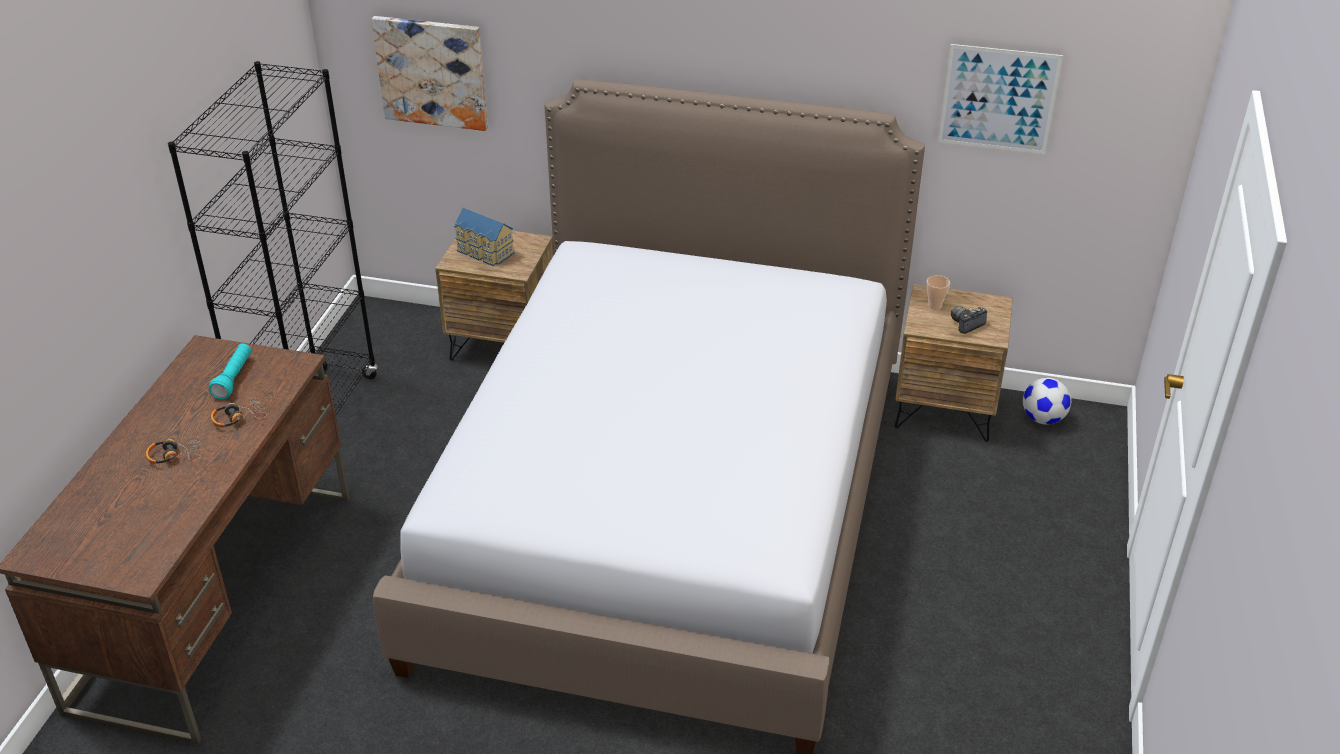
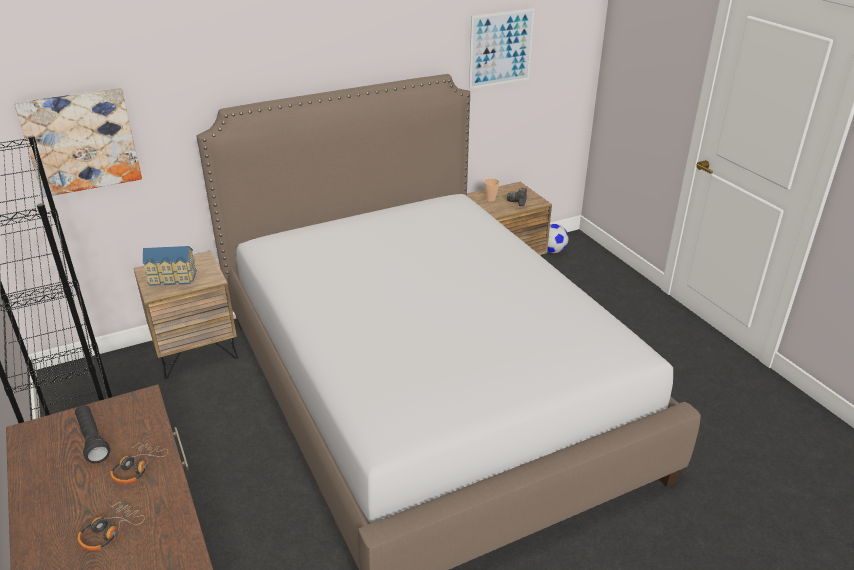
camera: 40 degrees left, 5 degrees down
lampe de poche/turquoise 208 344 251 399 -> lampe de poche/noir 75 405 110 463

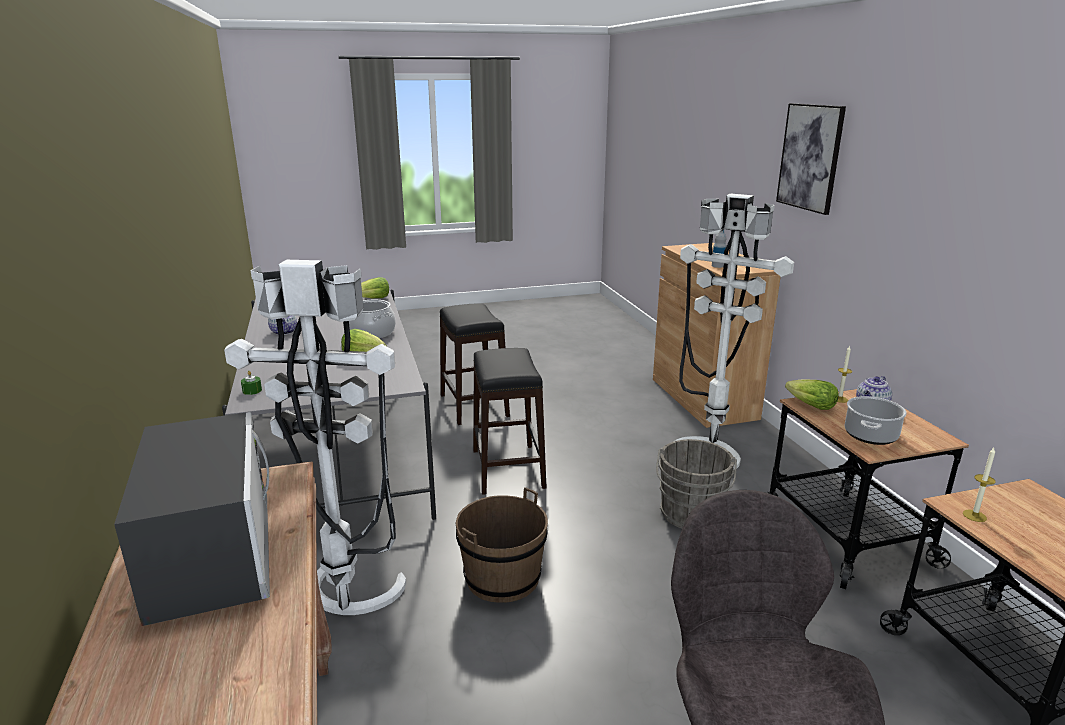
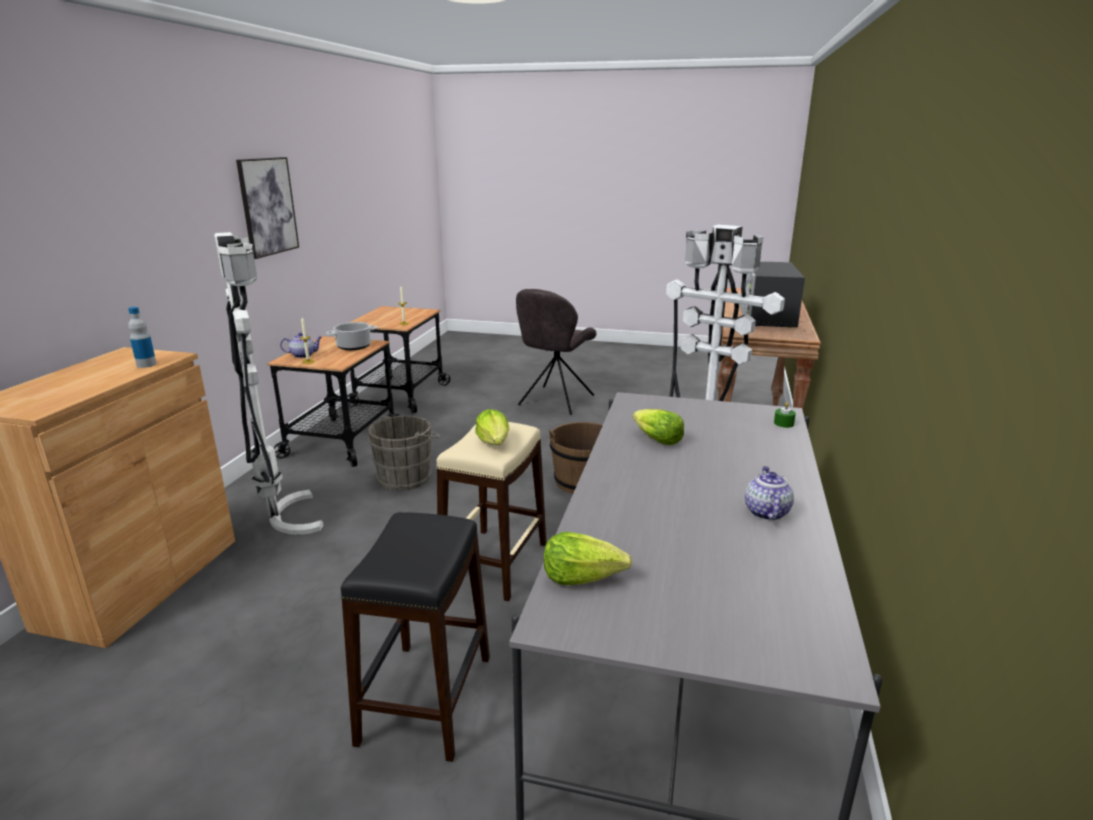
camera: 150 degrees left, 0 degrees up
tableau 776 103 846 215 -> tableau 236 157 299 259, relocated
marmite 349 300 396 338 -> none
tabouret/noir 473 348 547 495 -> tabouret/beige 437 422 546 601
laitue 785 380 838 410 -> laitue 475 409 509 445, relocated

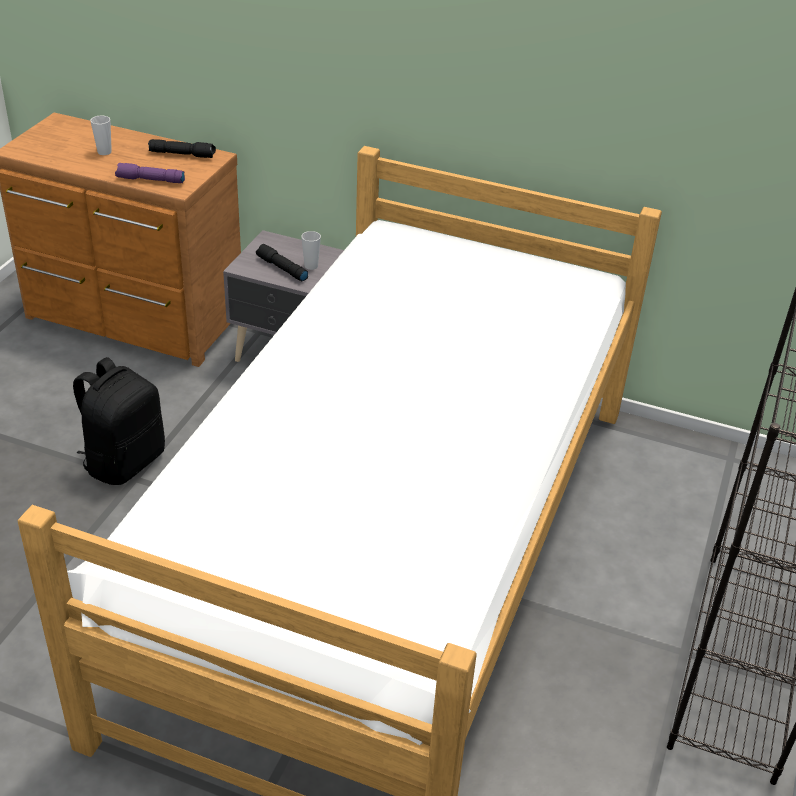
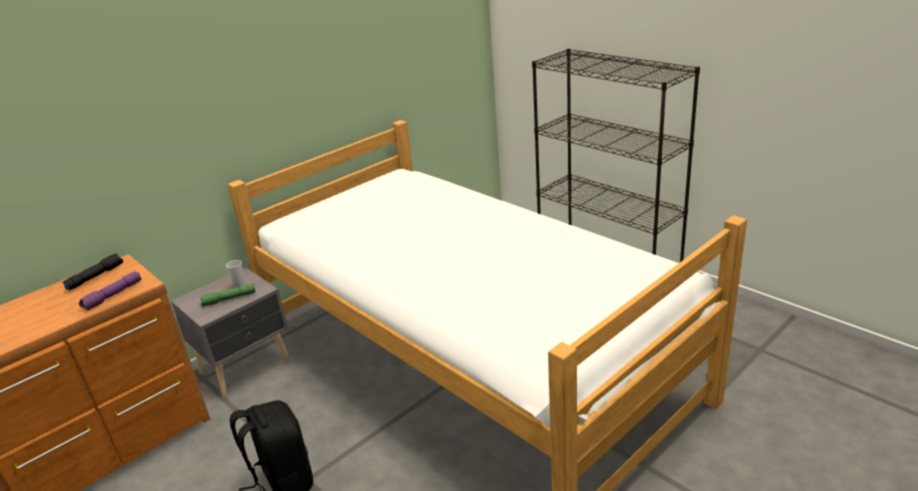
camera: 60 degrees left, 10 degrees down
tasse 90 116 112 155 -> none
lampe de poche/noir 256 244 308 281 -> lampe de poche/vert 201 284 255 306

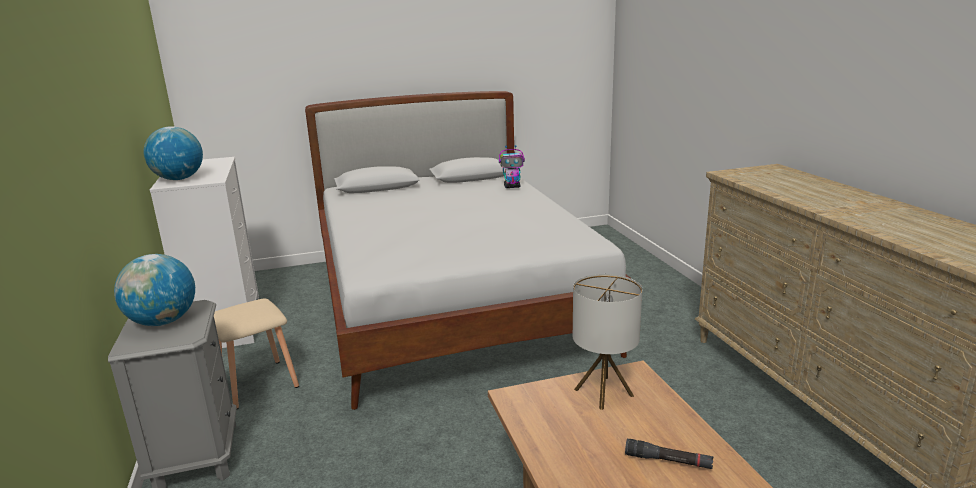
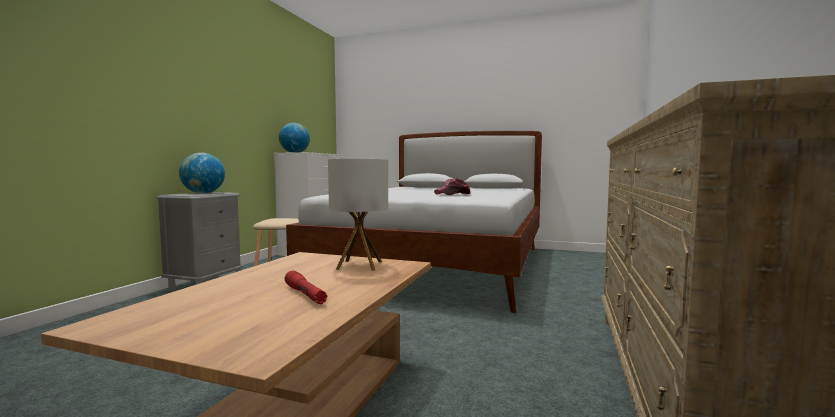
camera: 35 degrees right, 15 degrees down
robot jouet 499 145 525 188 -> none
lampe de poche/noir 625 439 713 469 -> lampe de poche/rouge 285 270 327 304
none -> casquette 434 178 471 195

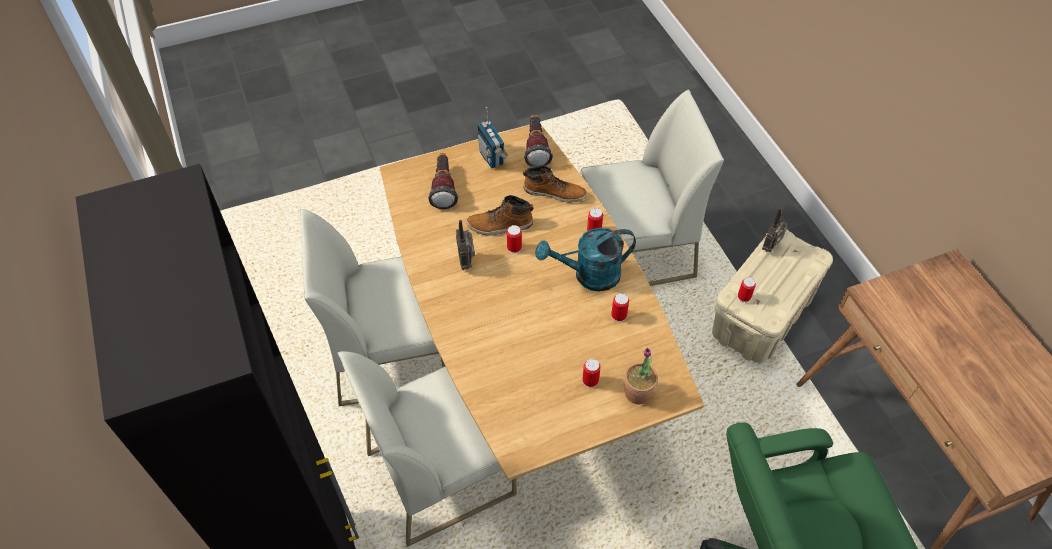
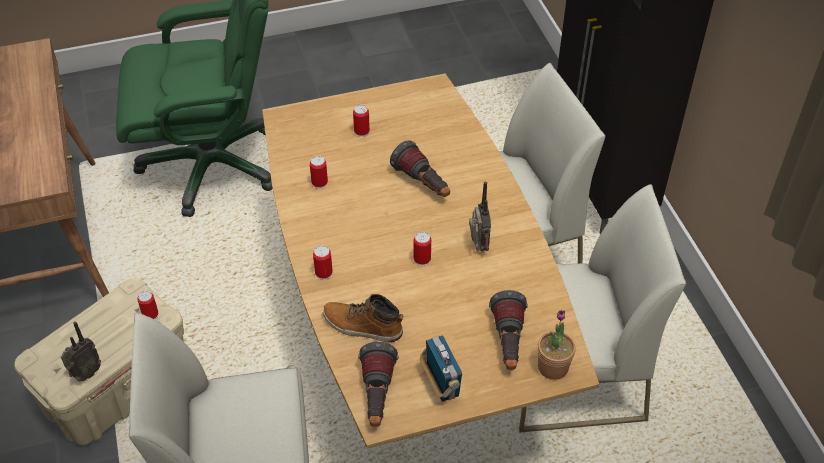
camera: 175 degrees left, 5 degrees down
botte 466 195 533 236 -> none
arrosoir/turquoise 536 228 636 292 -> none
plante en pot 625 348 658 404 -> plante en pot 538 310 576 380, relocated
none -> lampe de poche 390 140 450 197

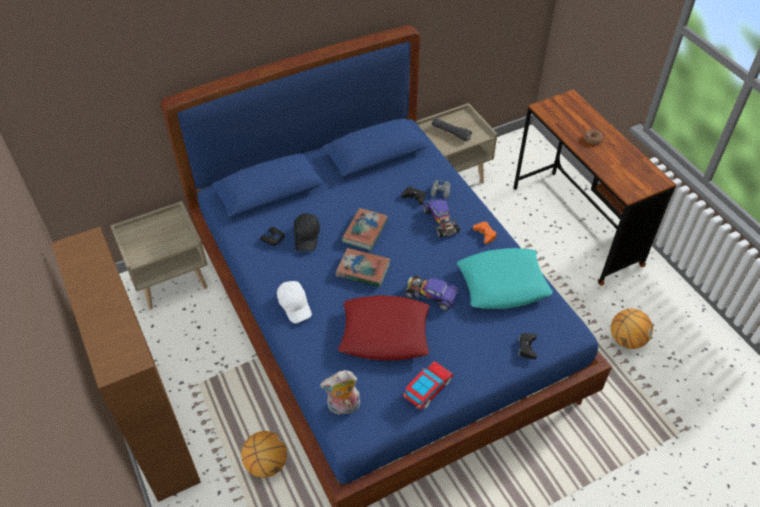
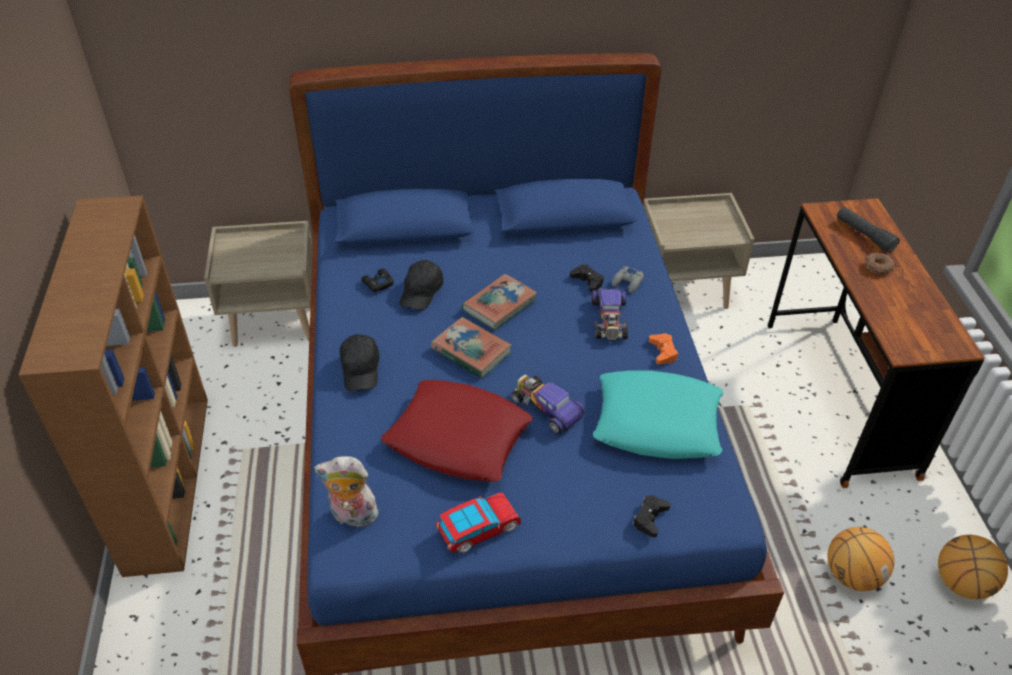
camera: 20 degrees right, 5 degrees down
lampe de poche/noir 432 118 472 141 -> lampe de poche/noir 837 207 900 252, relocated
casquette/blanc 277 281 312 323 -> casquette/noir 340 334 380 391
ballon de basket 241 431 287 478 -> ballon de basket 938 535 1008 599, relocated

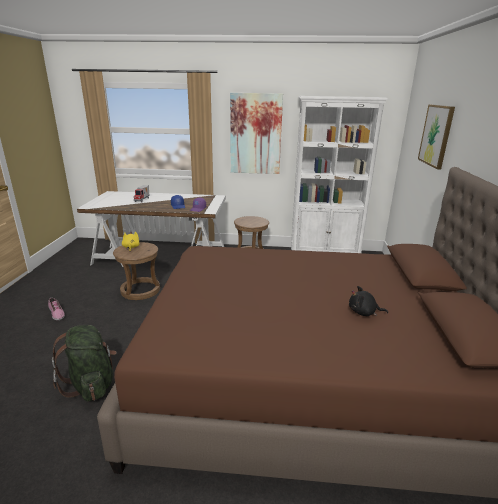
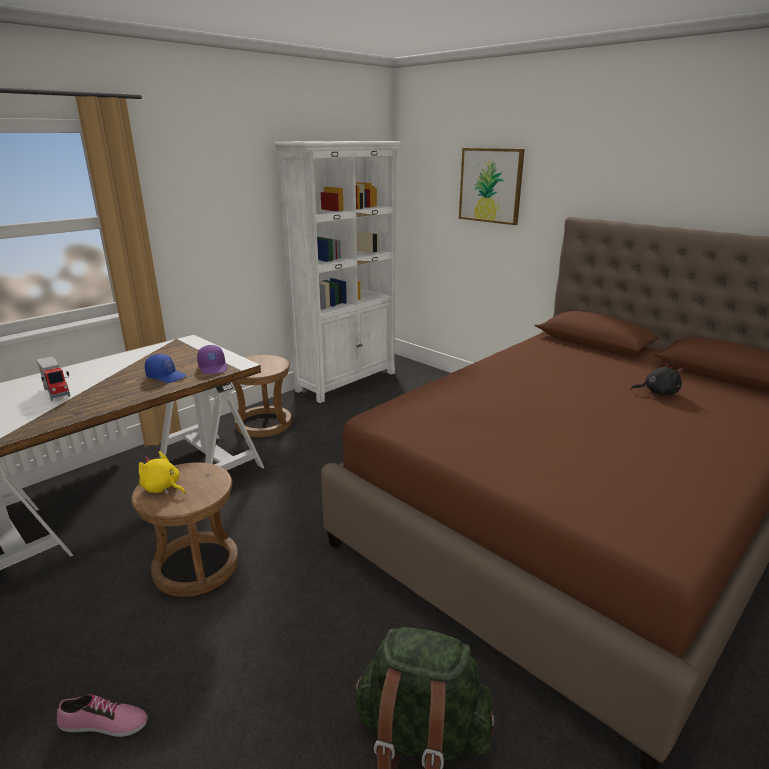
camera: 50 degrees left, 0 degrees up
tableau 230 93 283 174 -> none
peluche/noir 349 286 388 316 -> peluche/noir 631 363 682 395, 135 degrees counterclockwise

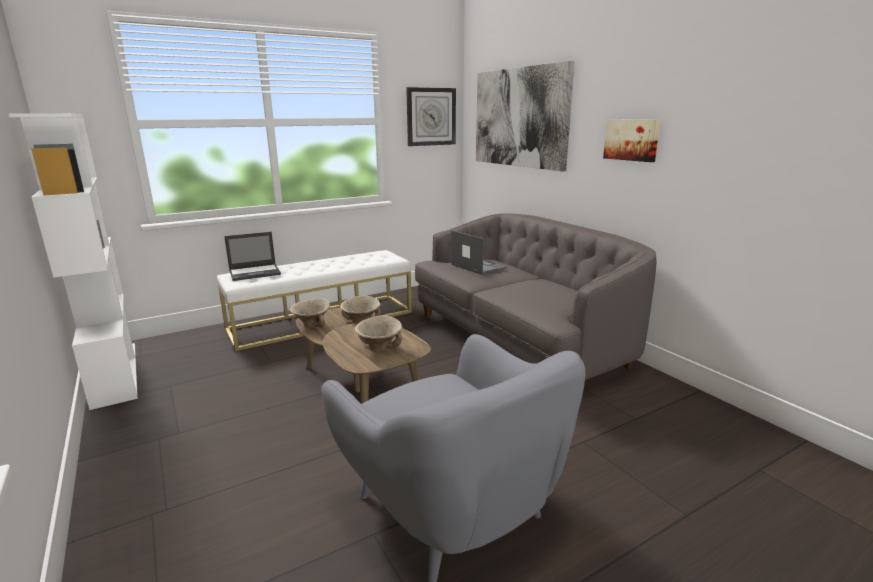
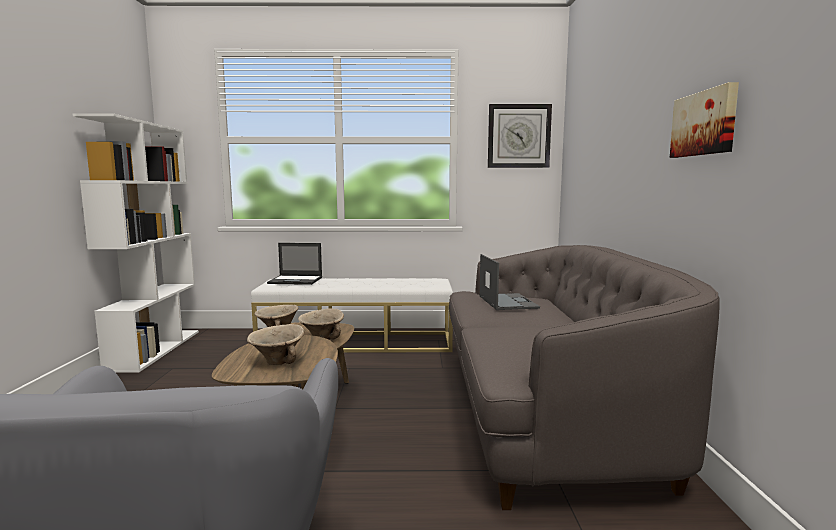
camera: 30 degrees right, 10 degrees down
tableau 476 61 575 171 -> none

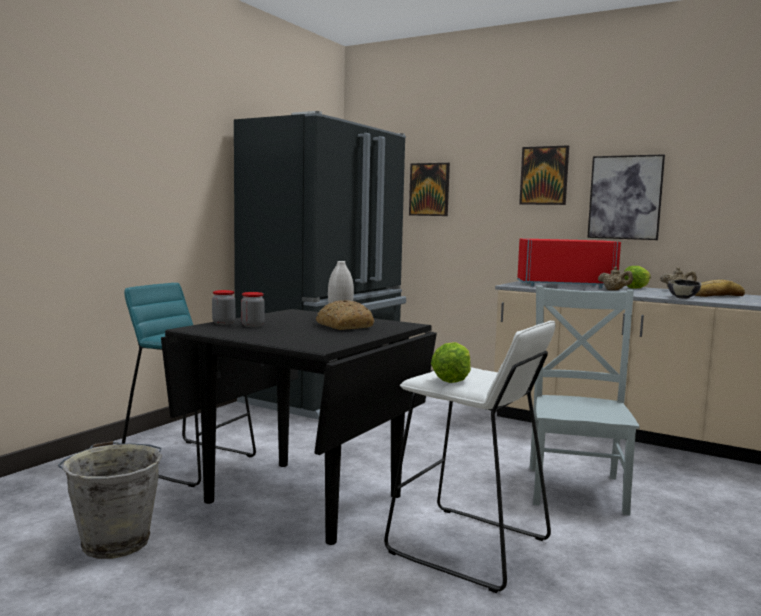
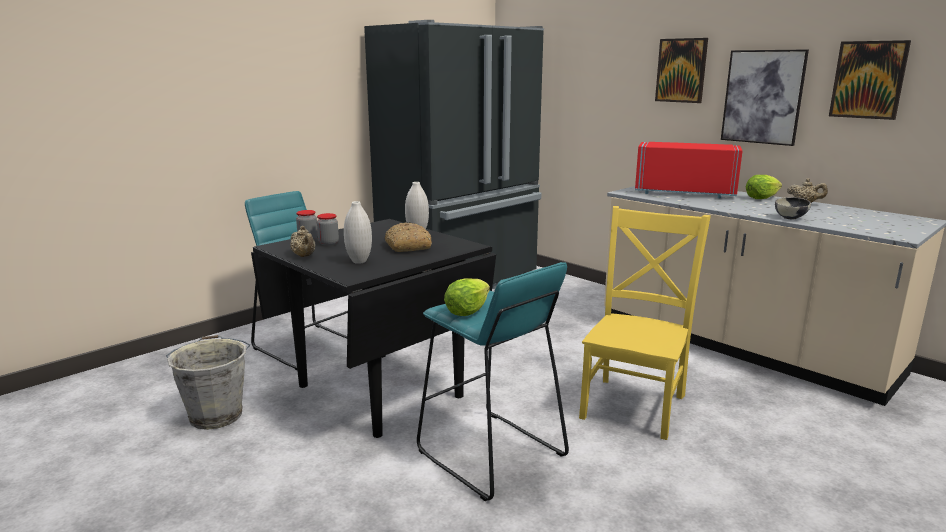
camera: 15 degrees right, 10 degrees up
tableau 409 163 450 216 -> tableau 829 40 911 120, relocated
théière/beige 598 267 633 290 -> théière/beige 290 226 316 257, relocated
pain 695 280 745 297 -> none
chaise/gris 530 286 640 515 -> chaise/jaune 579 206 711 440
tabouret/blanc 384 321 556 593 -> tabouret/turquoise 417 262 569 501
none -> vase/blanc 344 201 372 264

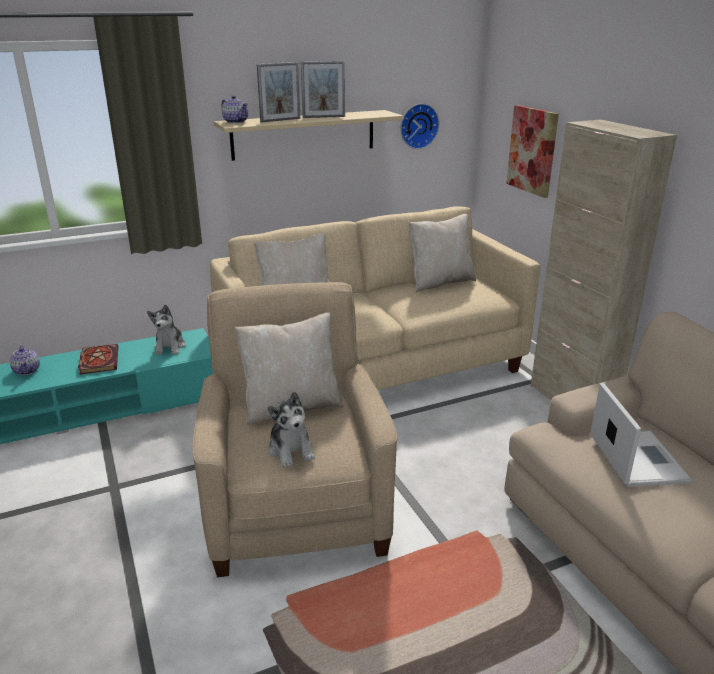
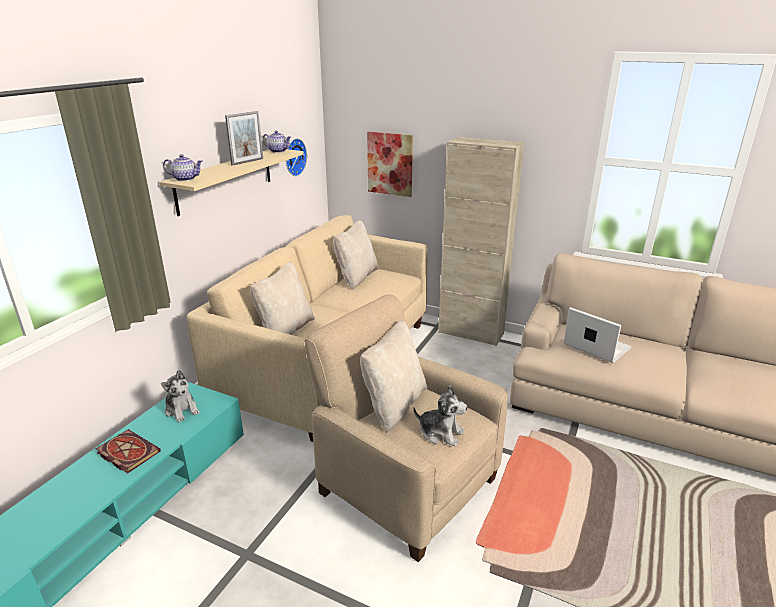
camera: 40 degrees left, 0 degrees up
cadre photo 257 62 300 123 -> none
théière 9 345 40 375 -> théière 263 131 291 153, relocated

